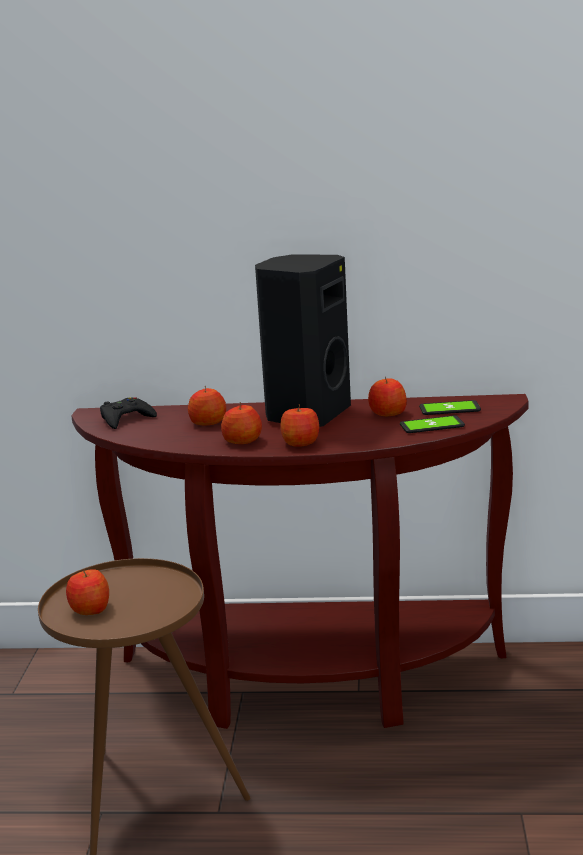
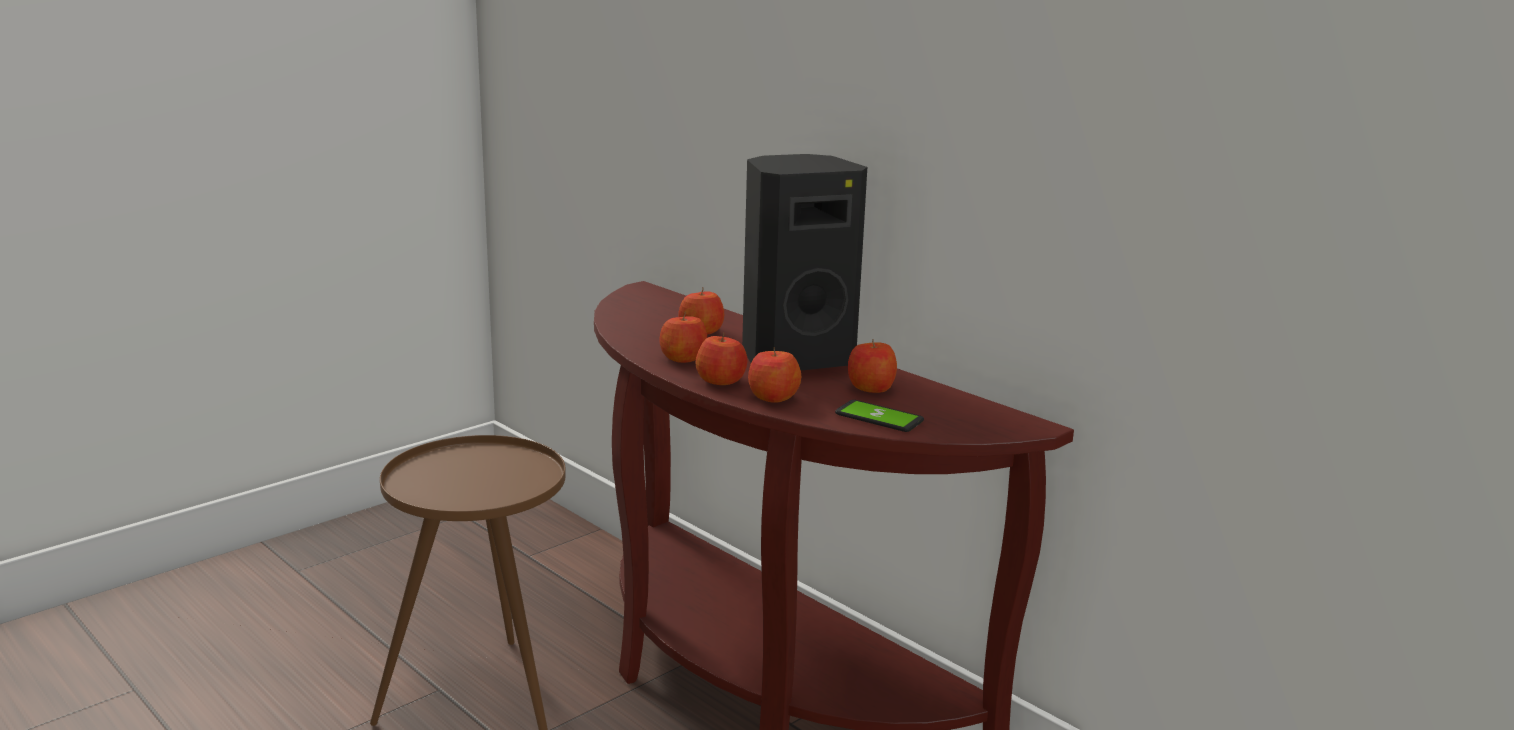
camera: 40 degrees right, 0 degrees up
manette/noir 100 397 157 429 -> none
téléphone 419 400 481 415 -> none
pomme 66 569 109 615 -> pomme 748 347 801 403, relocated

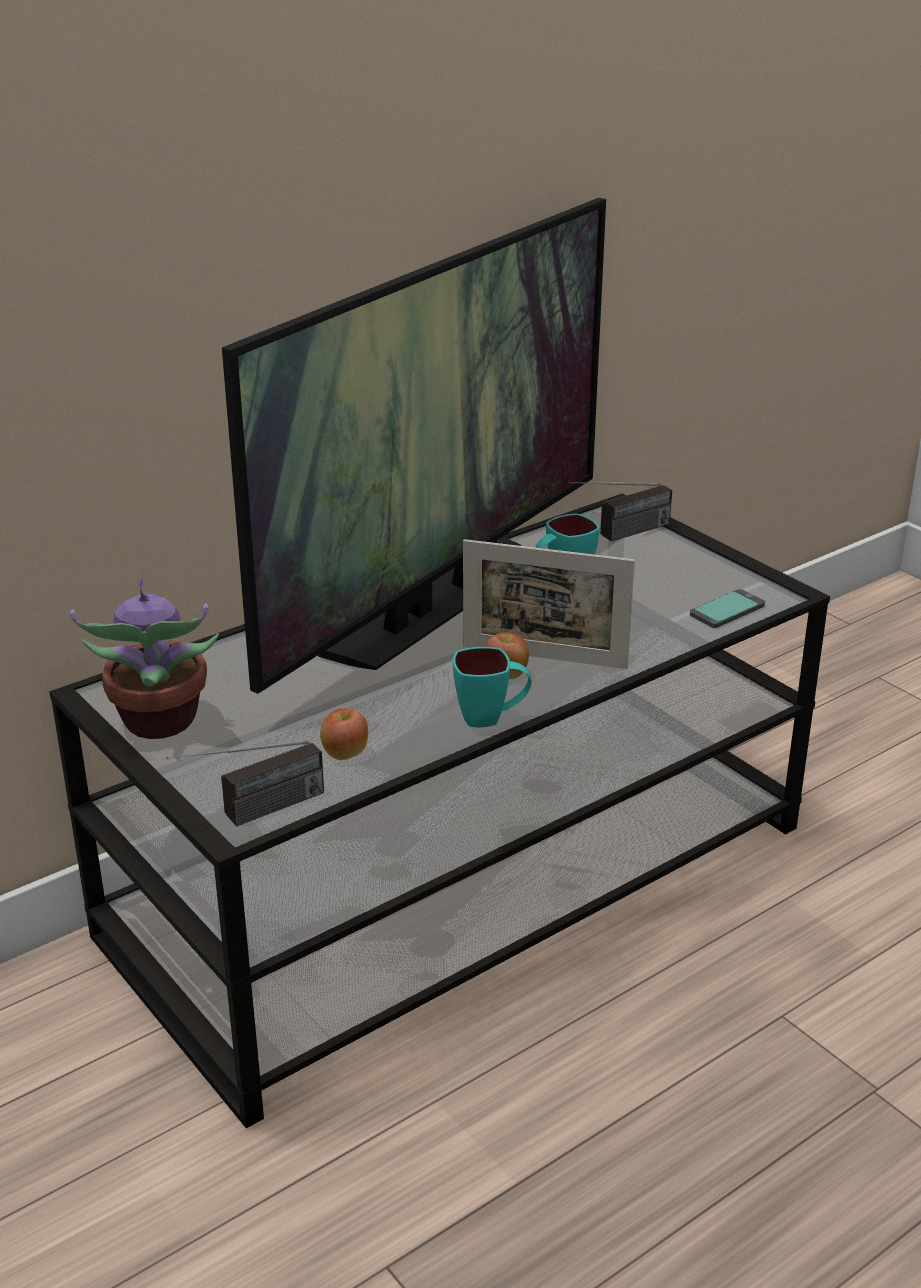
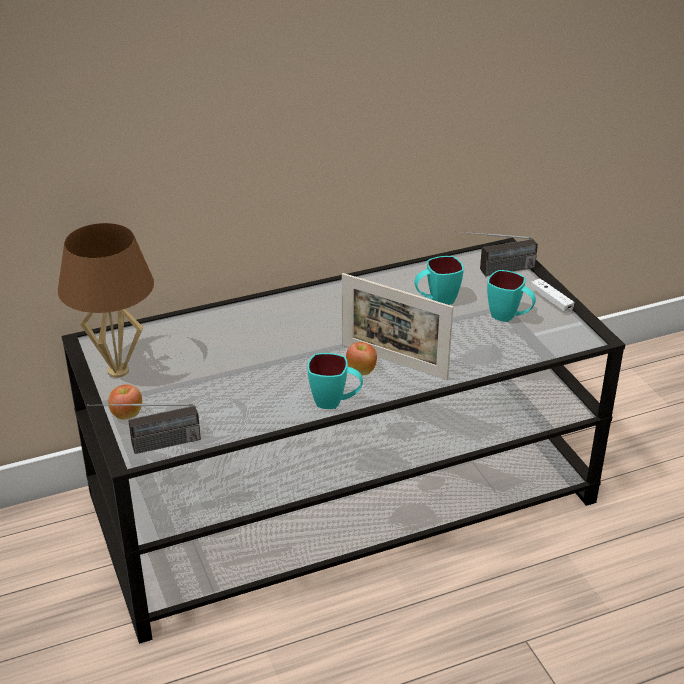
camera: 15 degrees right, 5 degrees up
téléviseur 222 198 606 694 -> none
plante en pot 70 579 219 739 -> lampe de table/marron 58 223 154 378
téléphone 690 589 765 628 -> none
pomme 320 708 368 760 -> pomme 108 384 142 420, relocated
none -> mug/turquoise 487 270 536 322
none -> manette/blanc 531 279 574 313

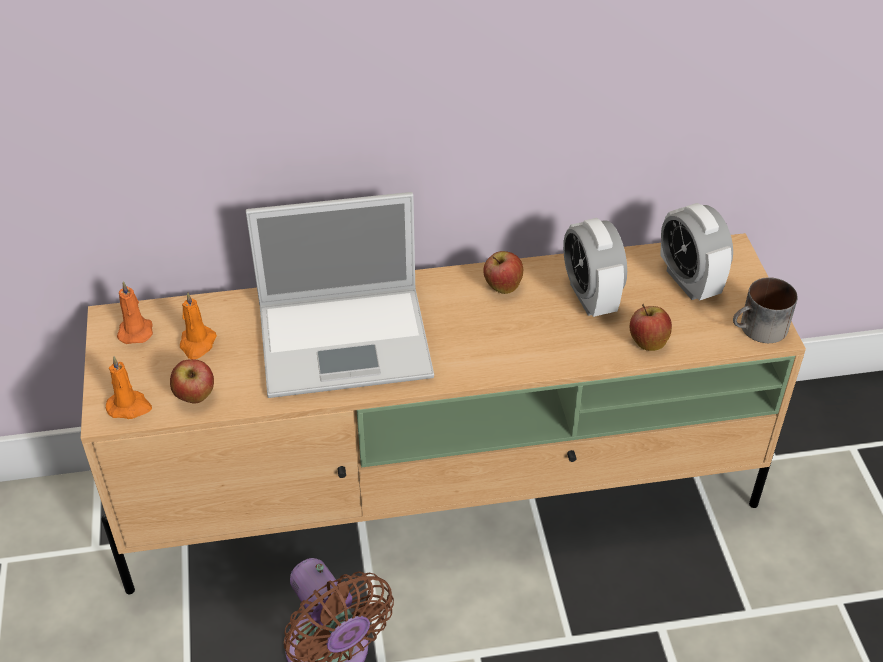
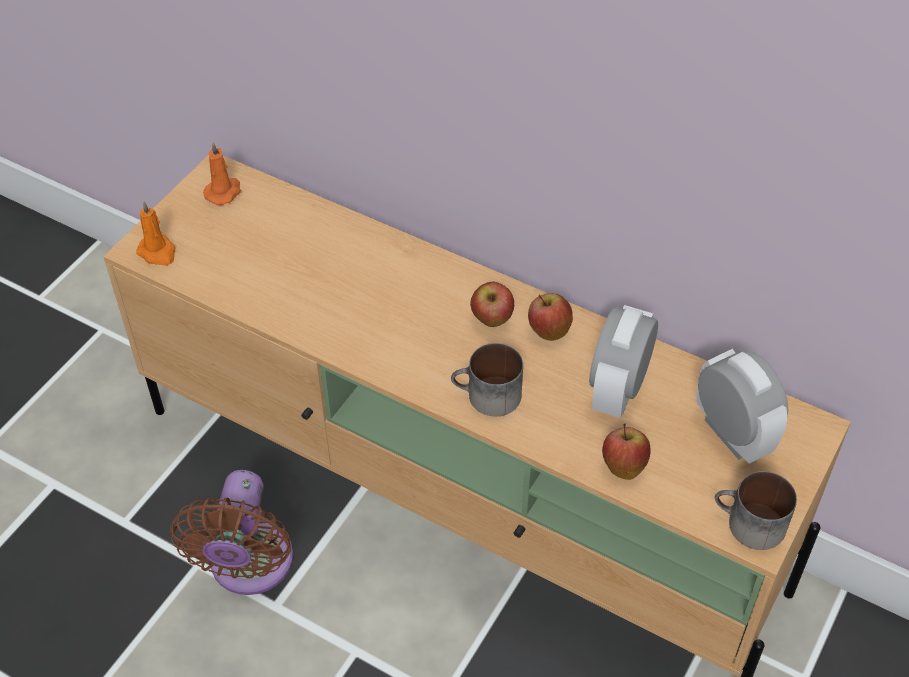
camera: 40 degrees right, 5 degrees up
ordinateur portable 246 192 434 398 -> none
réveil 660 203 733 301 -> réveil 697 349 788 464, 135 degrees clockwise
bougie/orange 180 292 217 359 -> none
pomme 170 359 214 404 -> pomme 470 282 514 327, relocated
none -> mug 451 343 523 416

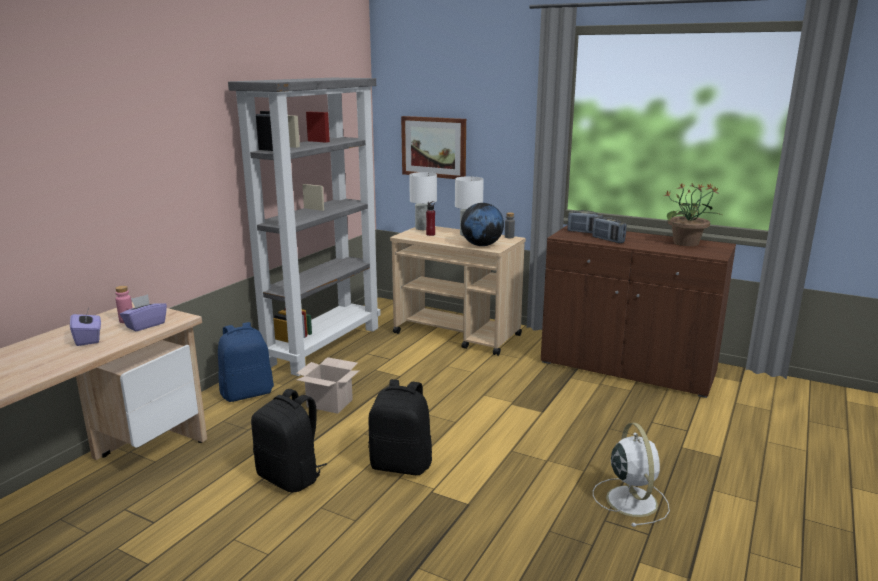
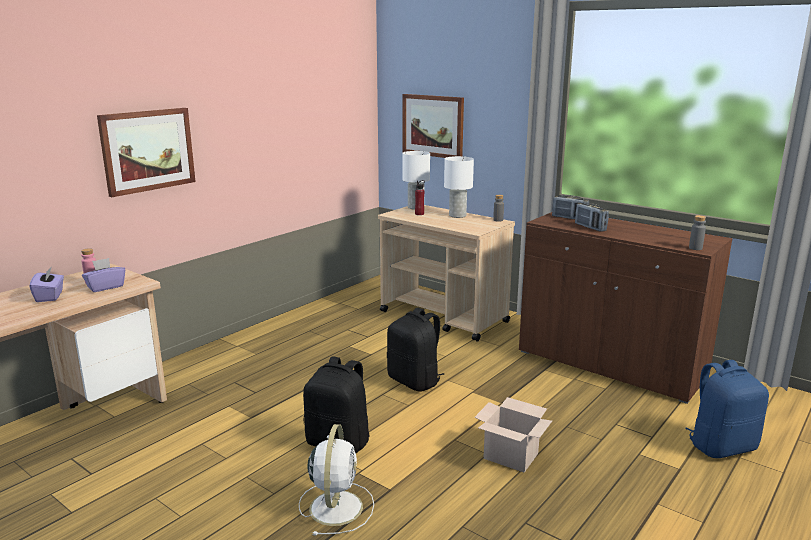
camera: 10 degrees right, 0 degrees up
bibliothèque/gris 228 78 381 376 -> none
plante en pot 663 183 723 246 -> none
globe 461 203 504 246 -> none
sac à dos/bleu 218 322 274 402 -> sac à dos/bleu 685 360 769 458, relocated
carton 296 357 359 414 -> carton 474 397 552 472, relocated
sac à dos/noir 251 389 327 492 -> sac à dos/noir 387 308 444 392, relocated
ventilateur/blanc 593 423 670 527 -> ventilateur/blanc 299 424 374 536, relocated
none -> tableau 97 108 196 197
none -> bouteille/gris 689 215 706 250

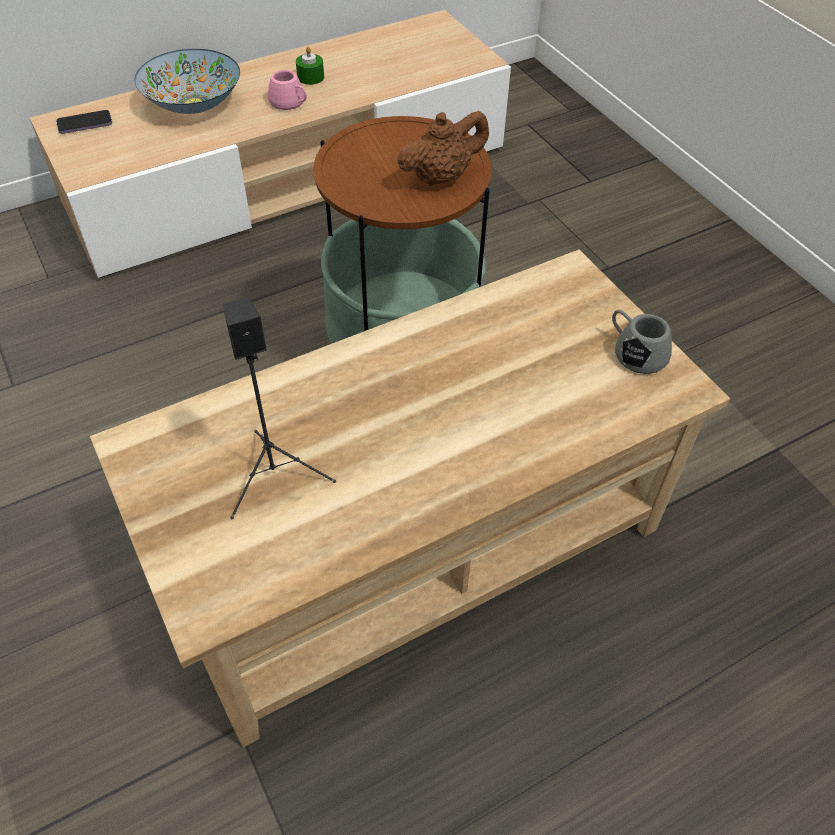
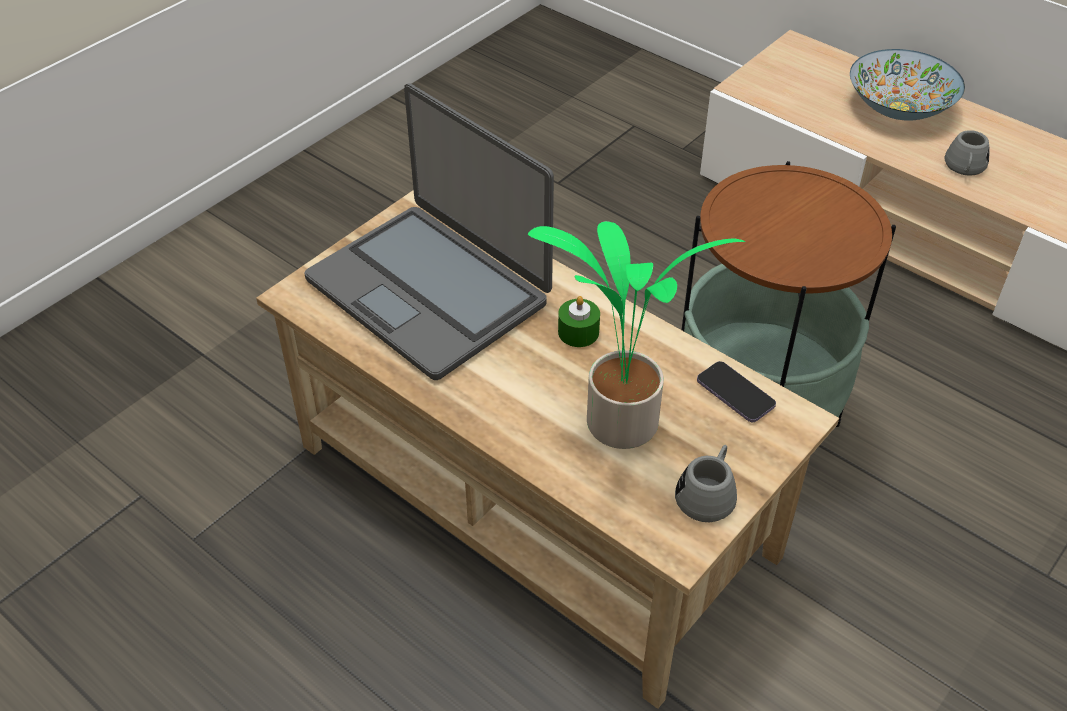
camera: 70 degrees right, 5 degrees down
bougie/vert 296 46 324 85 -> bougie/vert 558 296 600 347, relocated
mug/rose 268 70 307 110 -> mug/gris 944 130 990 176
téléphone 56 110 112 134 -> téléphone 697 361 776 422, relocated
théière/marron 397 111 489 186 -> none
enceinte/noir 222 297 336 519 -> ordinateur portable 304 83 554 380
none -> plante en pot 528 221 745 449

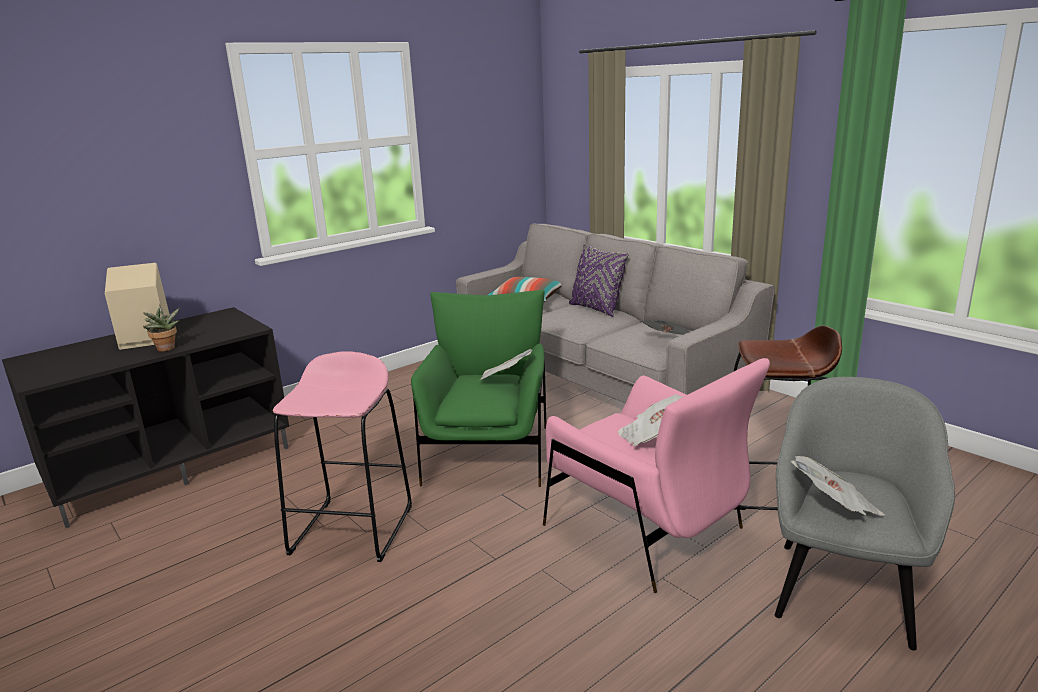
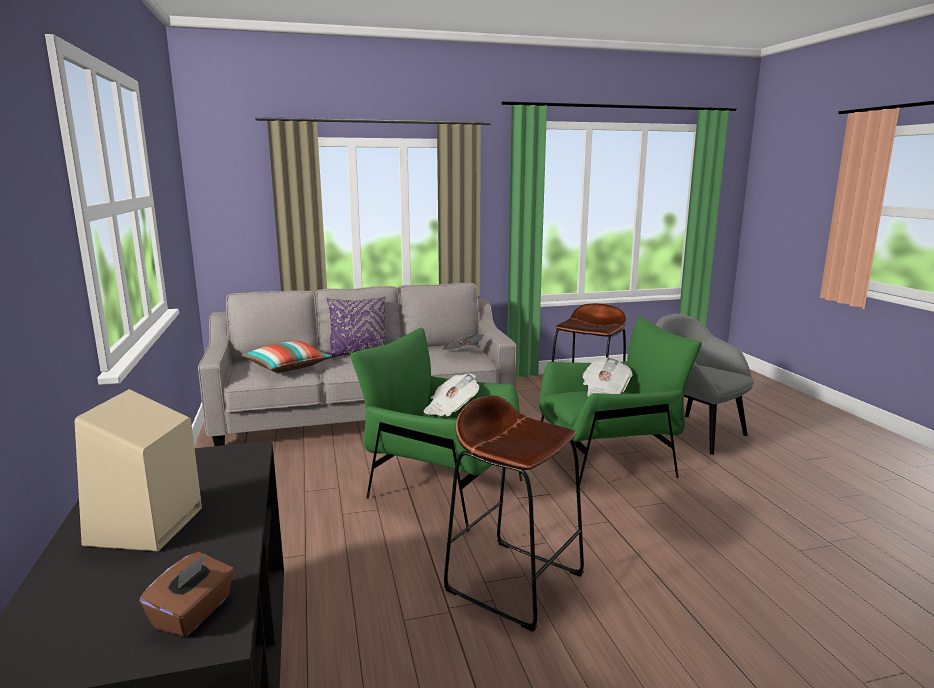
camera: 65 degrees left, 5 degrees down
plante en pot 143 305 179 352 -> none
tabouret/rose 273 351 412 562 -> tabouret/marron 444 395 584 632
fauteuil/rose 543 358 770 593 -> fauteuil/vert 539 317 702 493
journal 791 456 885 516 -> none
none -> boîte à mouchoirs/marron 139 552 234 637

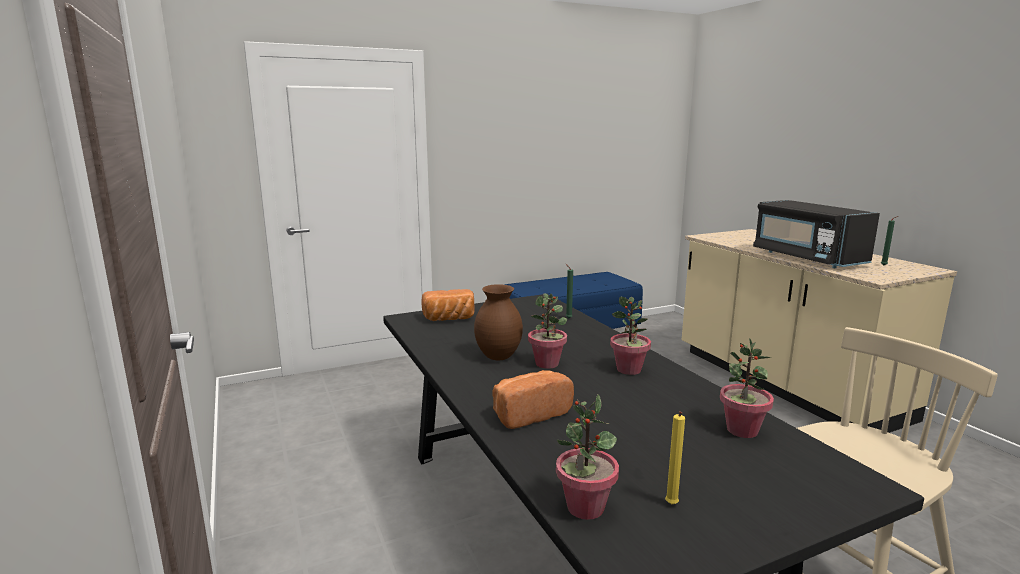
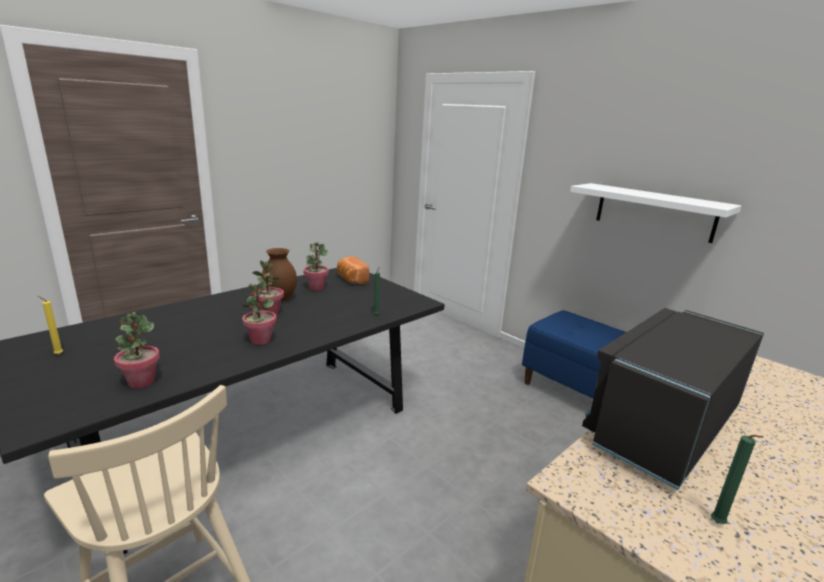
camera: 70 degrees right, 5 degrees up
pain 492 370 574 429 -> none
plante en pot 556 395 619 520 -> plante en pot 303 242 329 291, relocated
none -> étagère/blanc 570 183 742 243

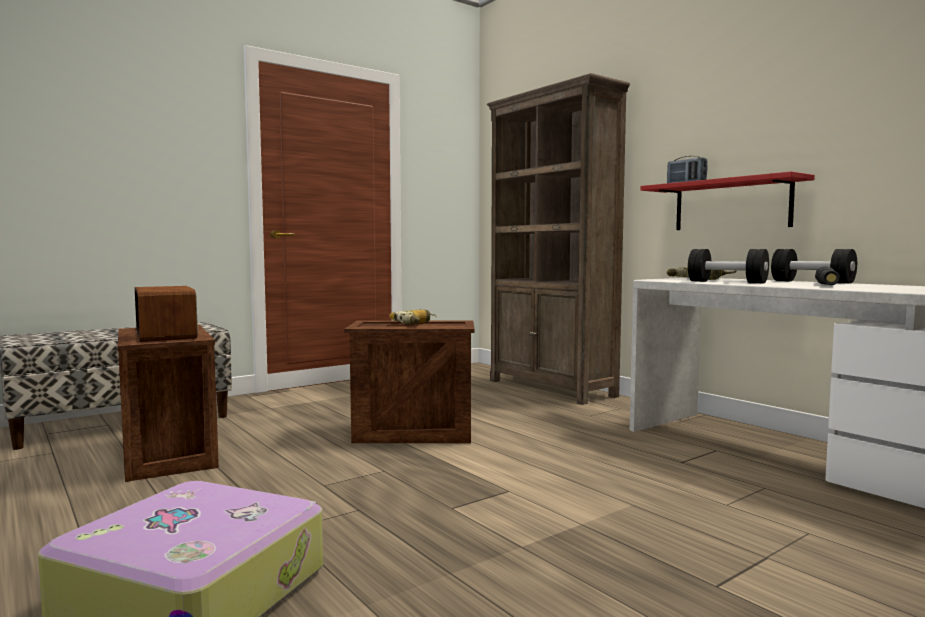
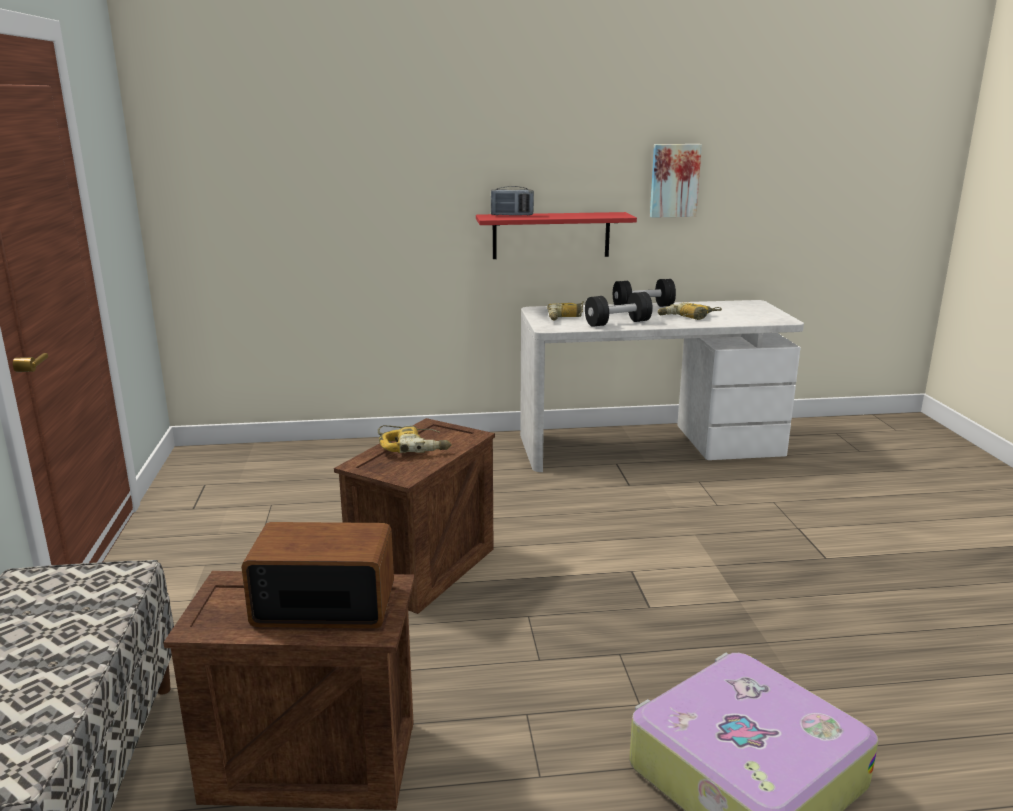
camera: 60 degrees left, 15 degrees up
bibliothèque/marron 487 73 630 405 -> none
lampe de poche/noir 815 266 840 285 -> perceuse 658 302 722 320
none -> tableau 650 144 702 218

